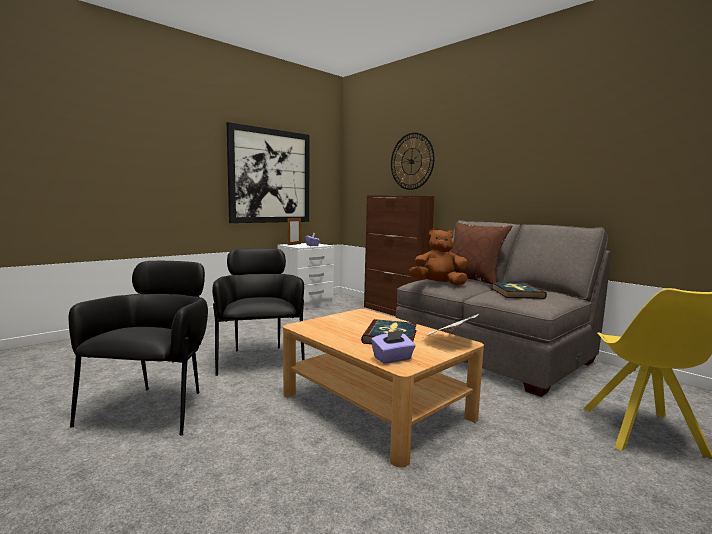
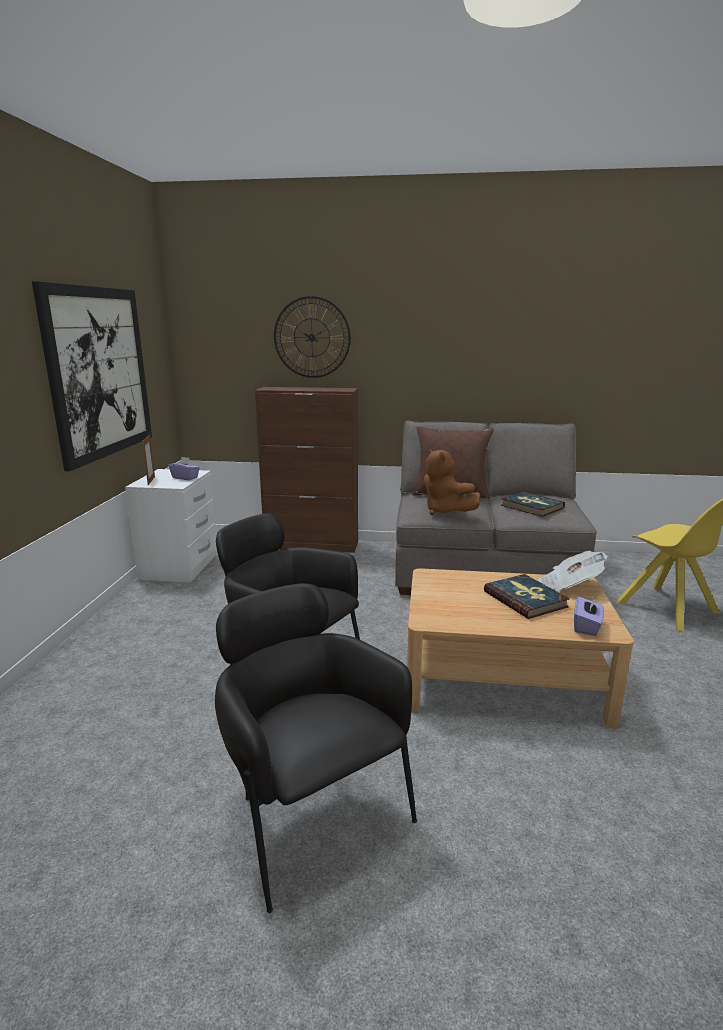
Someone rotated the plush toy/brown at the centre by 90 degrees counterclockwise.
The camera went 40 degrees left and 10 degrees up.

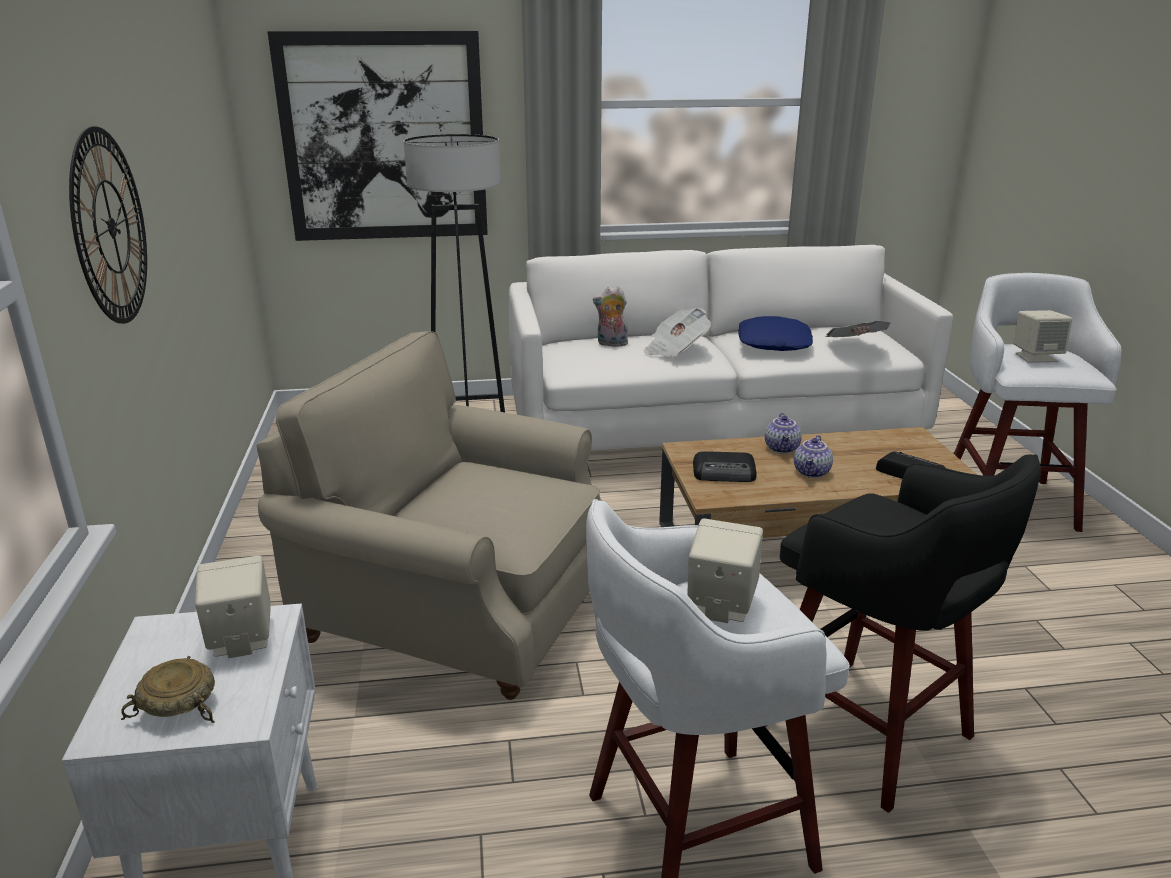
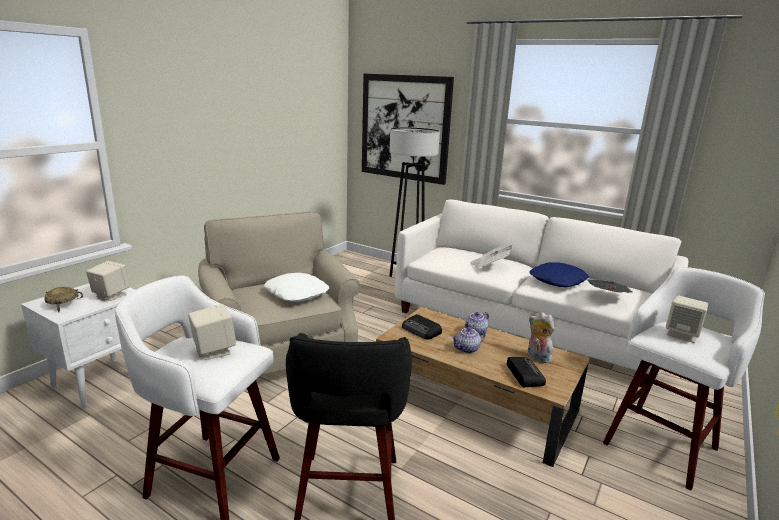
Someone put down the pillow/white at the centre.
Someone carried the plush toy from the centre to the middle right.
Someone took away the wall clock at the top left.
The camera went 40 degrees right and 5 degrees down.

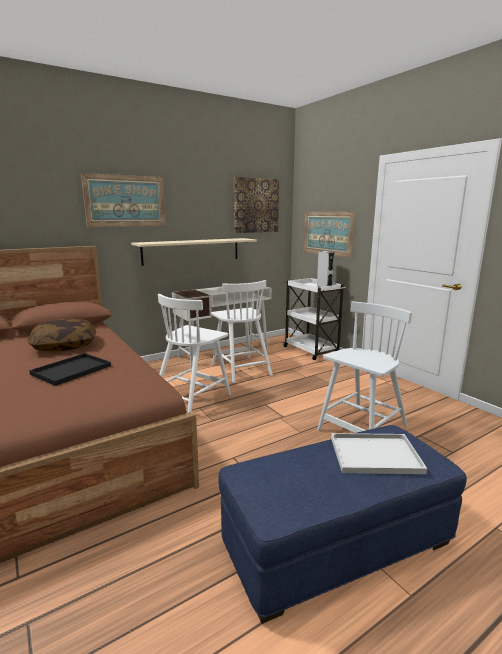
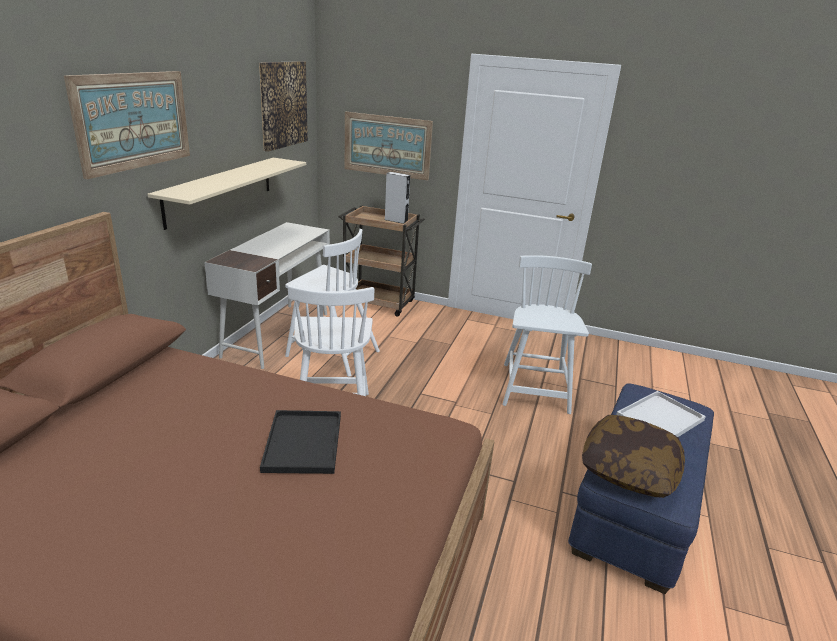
Someone repainted the cart/white at the centre, which became the cart/brown at the centre.
Someone carried the pillow from the middle left to the bottom right.
The camera went 40 degrees left and 10 degrees up.

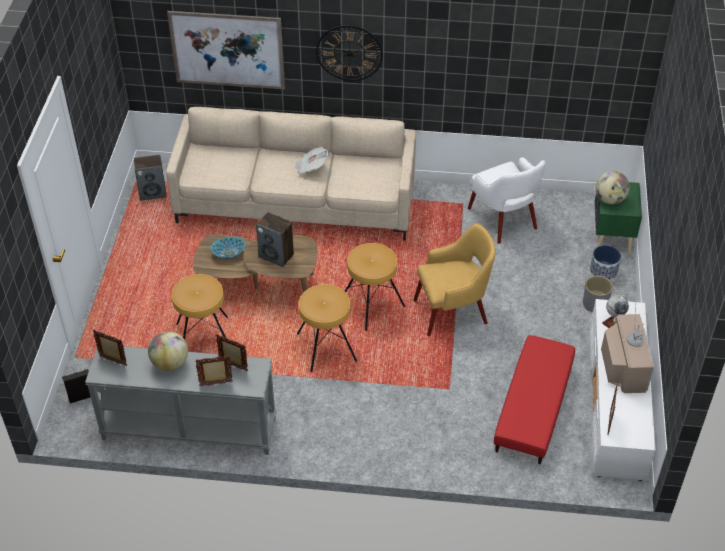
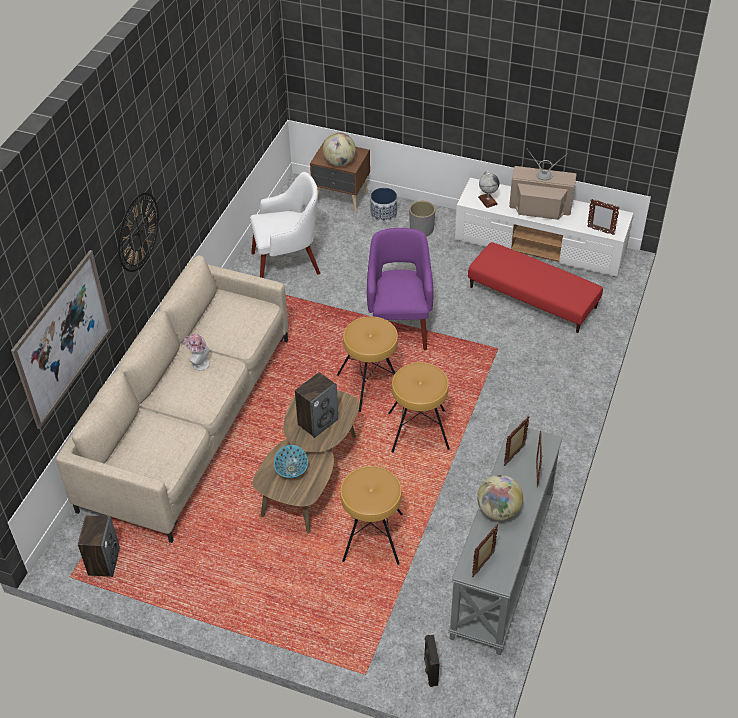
Someone swapped the newspaper at the top centre for the hat at the middle left.
Someone repainted the nightstand/green at the middle right, which became the nightstand/brown at the top centre.
Someone repainted the armchair/yellow at the centre, which became the armchair/purple at the centre.
The camera went 75 degrees left and 0 degrees up.

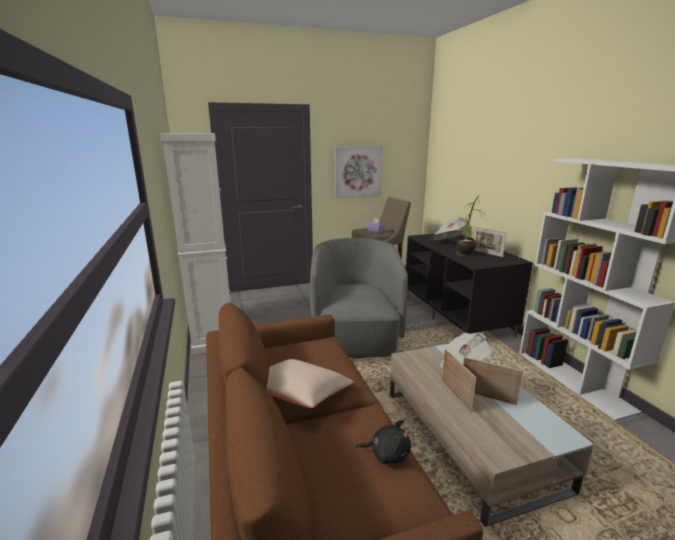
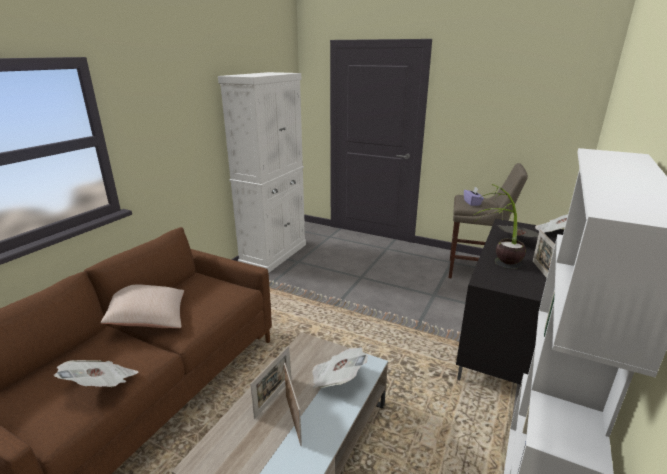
Someone swapped the plush toy/black at the bottom centre for the newspaper (no. 1 from left) at the bottom left.
Someone took away the armchair/grey at the centre.
Someone took away the picture at the top centre.
The camera went 45 degrees right and 5 degrees up.

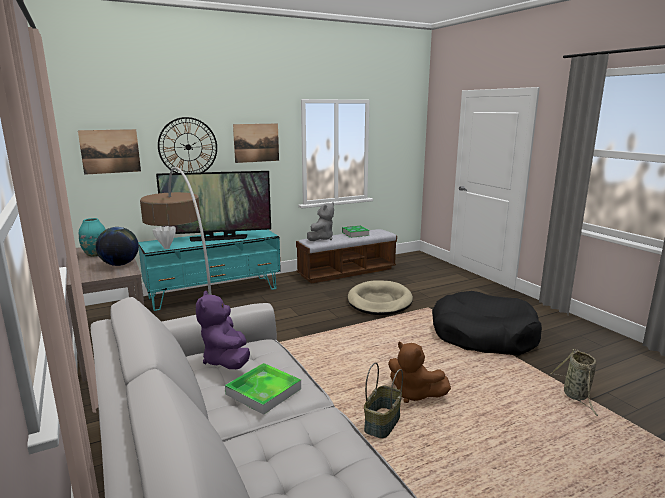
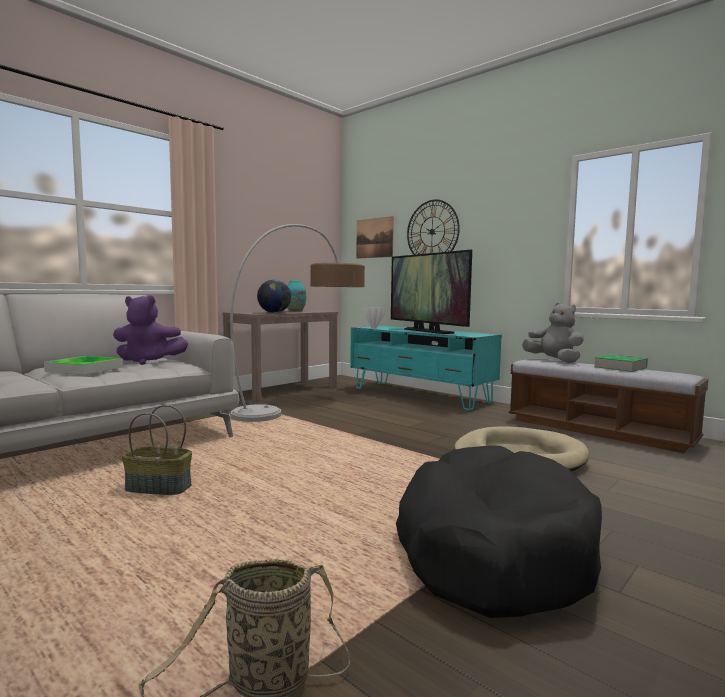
Someone rotated the plush toy/purple at the centre by 150 degrees counterclockwise.
Someone rotated the plush toy/grey at the centre by 135 degrees counterclockwise.
Someone took away the picture (no. 2 from left) at the top centre.
Someone took away the plush toy/brown at the bottom centre.
The camera went 70 degrees right and 10 degrees down.

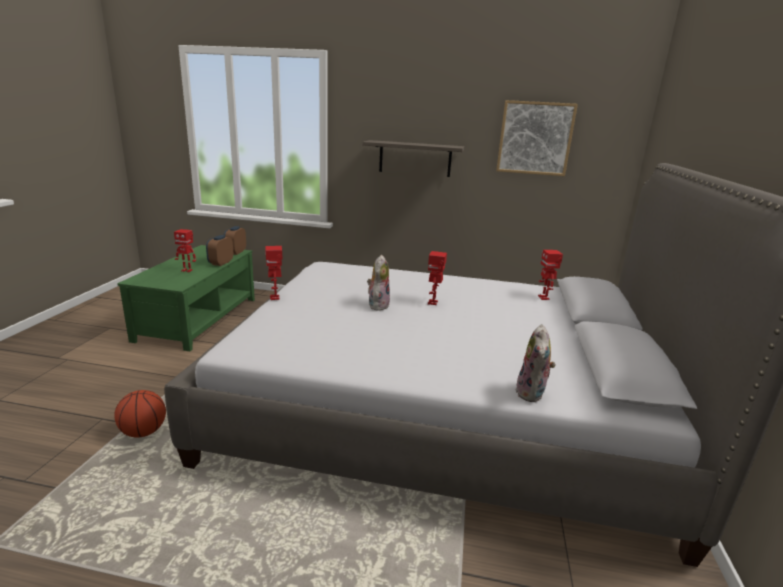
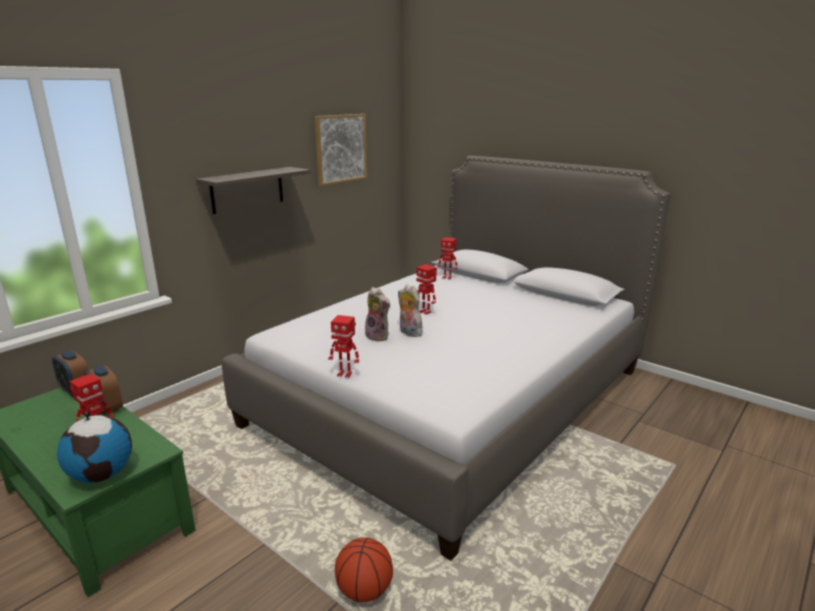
Someone put down the globe at the bottom left.
Someone carried the plush toy (no. 2 from left in the first image) from the middle right to the centre.
The camera went 60 degrees left and 0 degrees up.

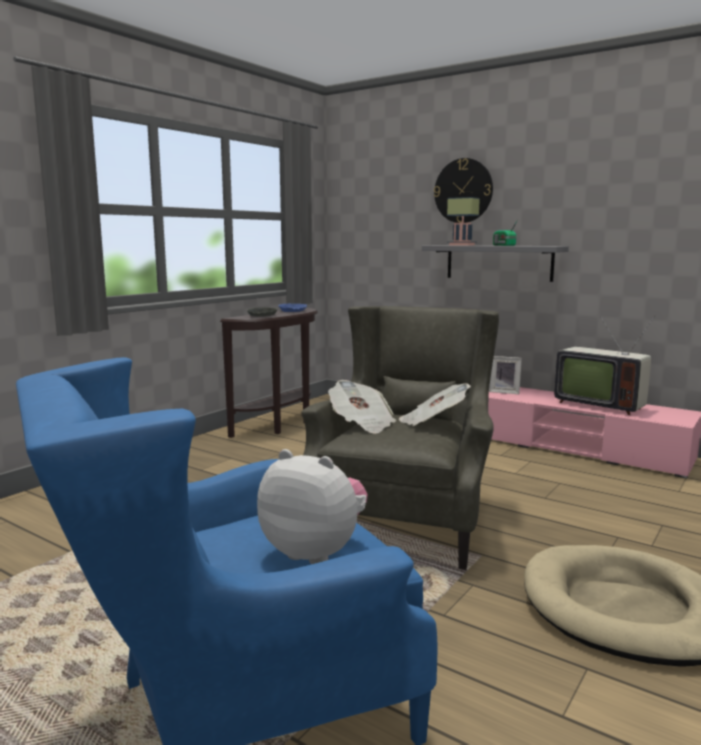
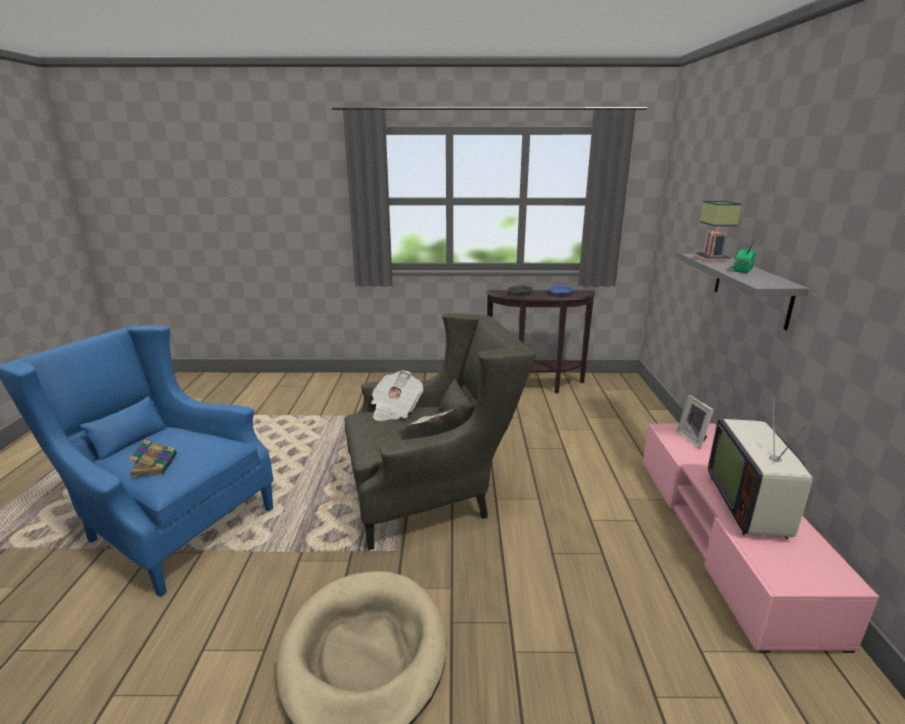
Someone swapped the plush toy at the bottom centre for the book at the middle left.
Someone took away the wall clock at the top centre.
The camera went 55 degrees right and 10 degrees up.

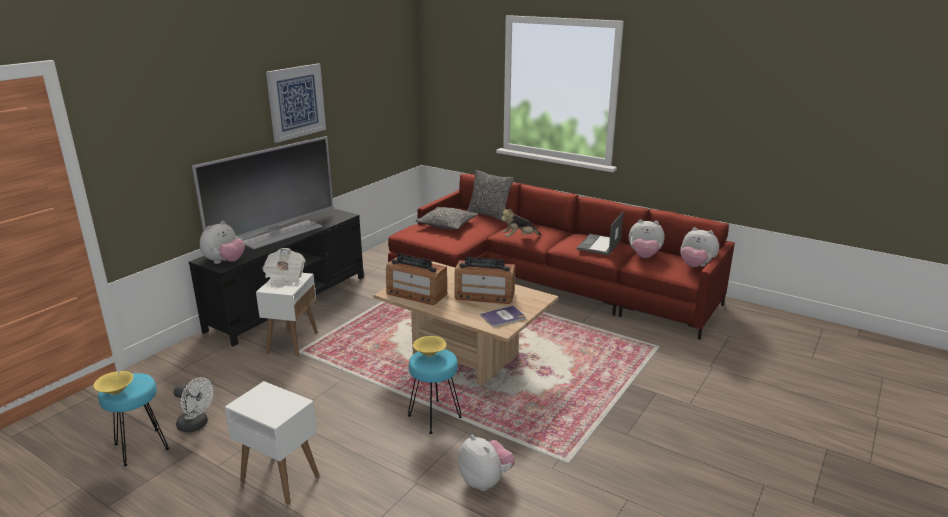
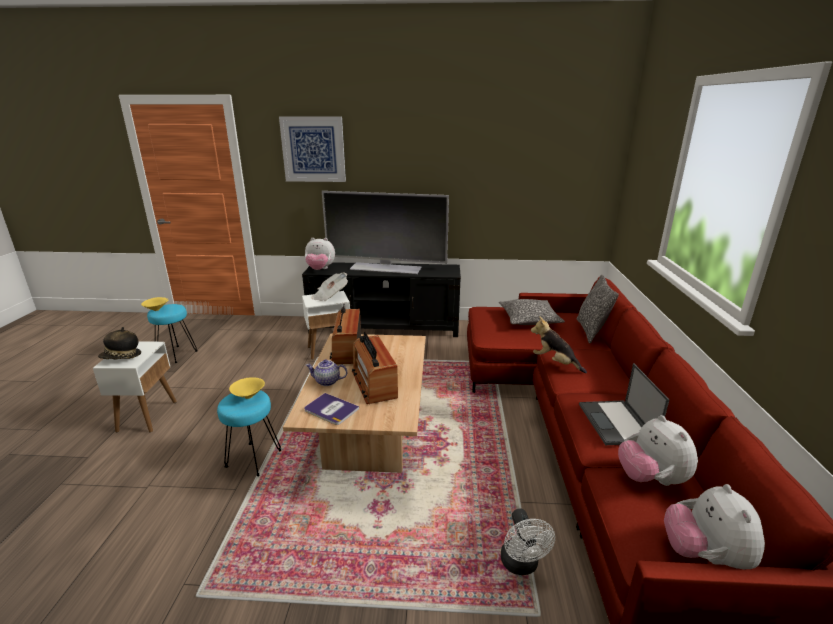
Someone put down the hat at the middle left.
Someone carried the picture from the top left to the top centre.
Someone put down the teapot at the centre.
Someone carried the fan/white from the bottom left to the bottom centre.
Someone rotated the laptop at the centre by 90 degrees counterclockwise.
Someone took away the plush toy (no. 2 from left) at the bottom centre.
The camera went 60 degrees right and 0 degrees up.

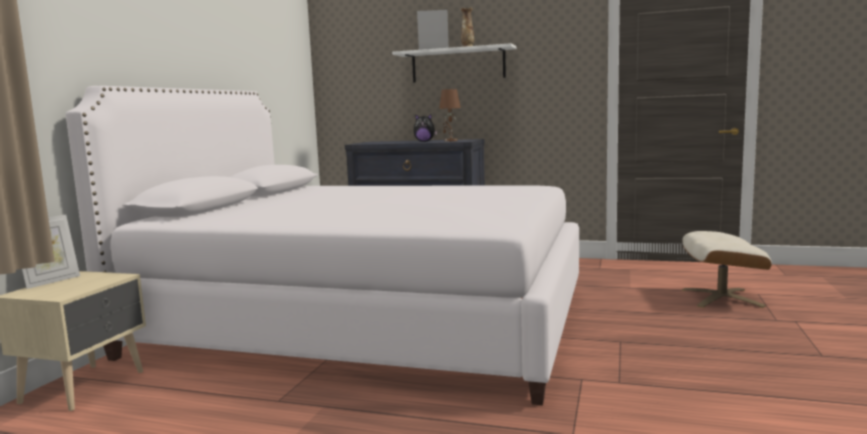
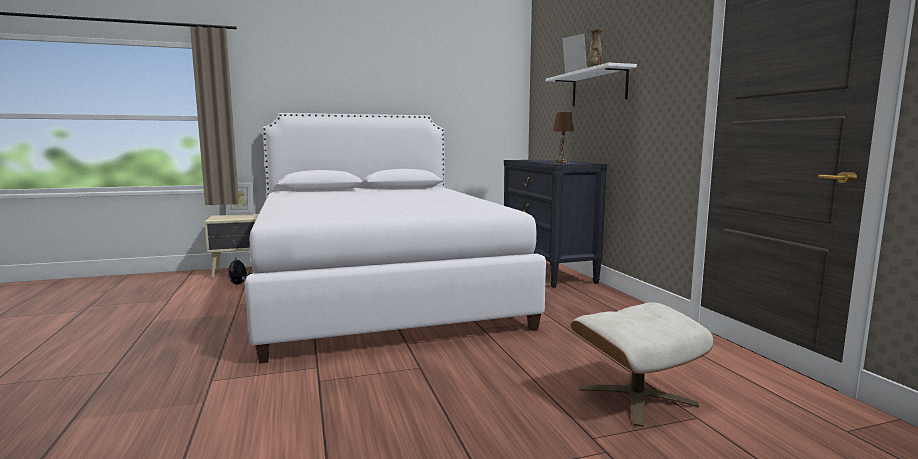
Someone carried the plush toy from the top centre to the middle left.
The camera went 55 degrees right and 0 degrees up.

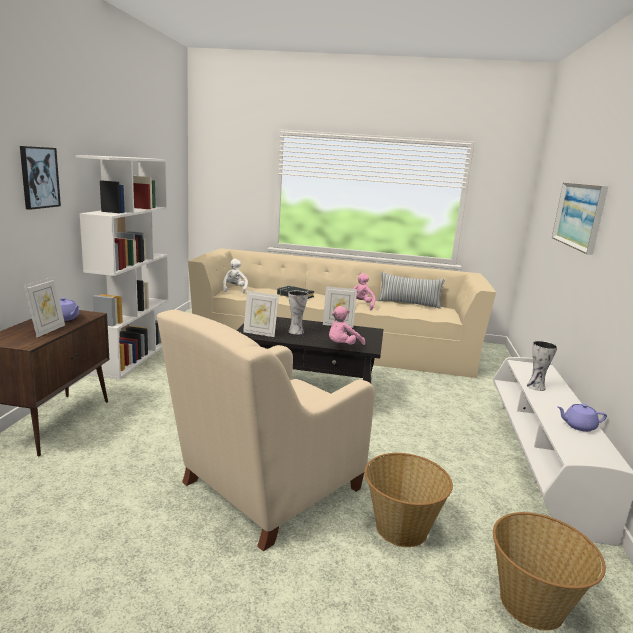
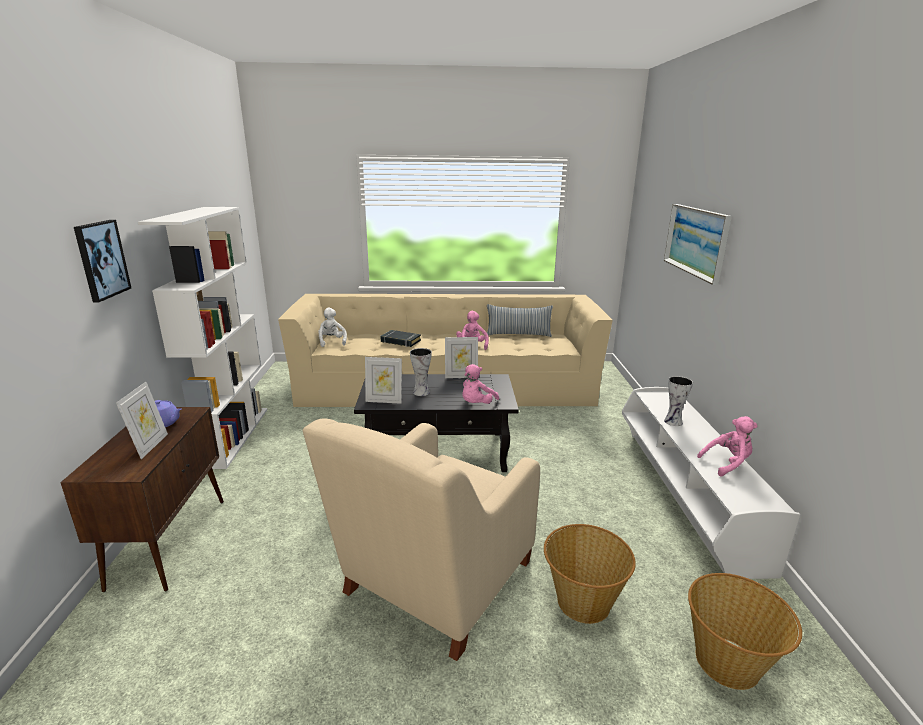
Someone swapped the teapot/purple (no. 2 from left) at the middle right for the plush toy/pink (no. 3 from left) at the middle right.
The camera went 10 degrees left and 5 degrees up.

